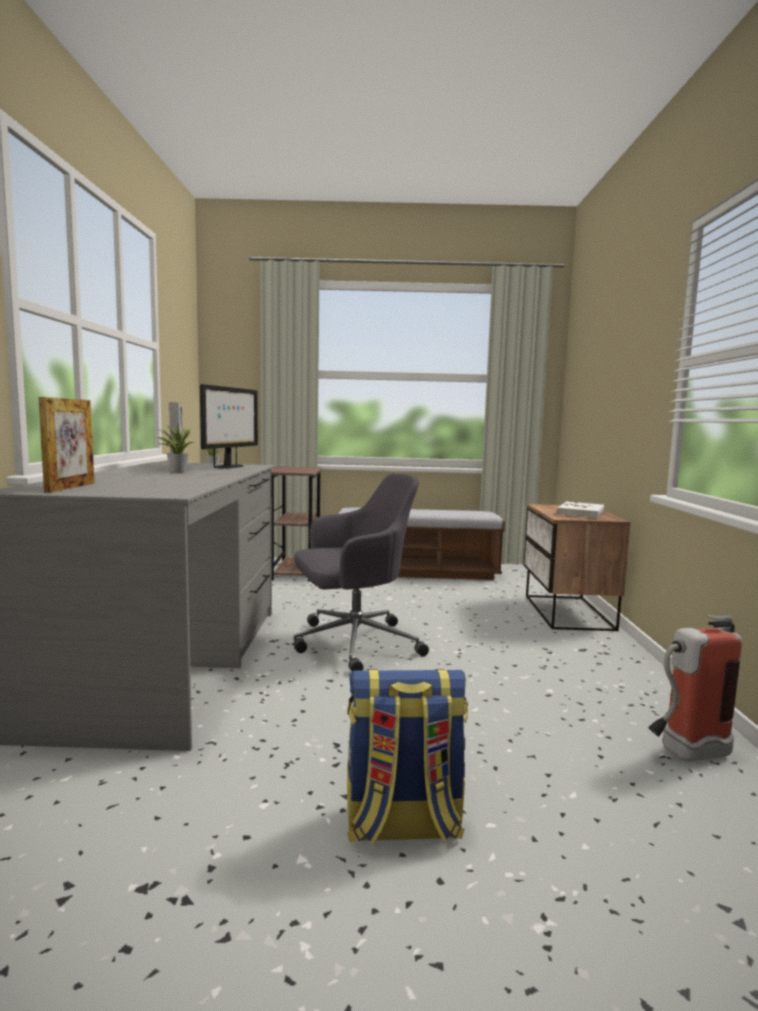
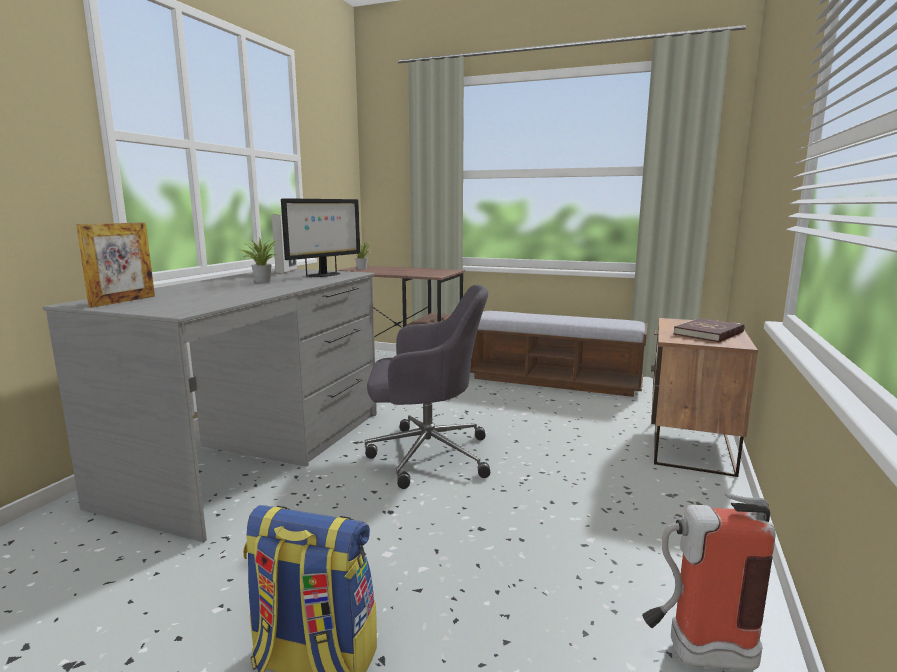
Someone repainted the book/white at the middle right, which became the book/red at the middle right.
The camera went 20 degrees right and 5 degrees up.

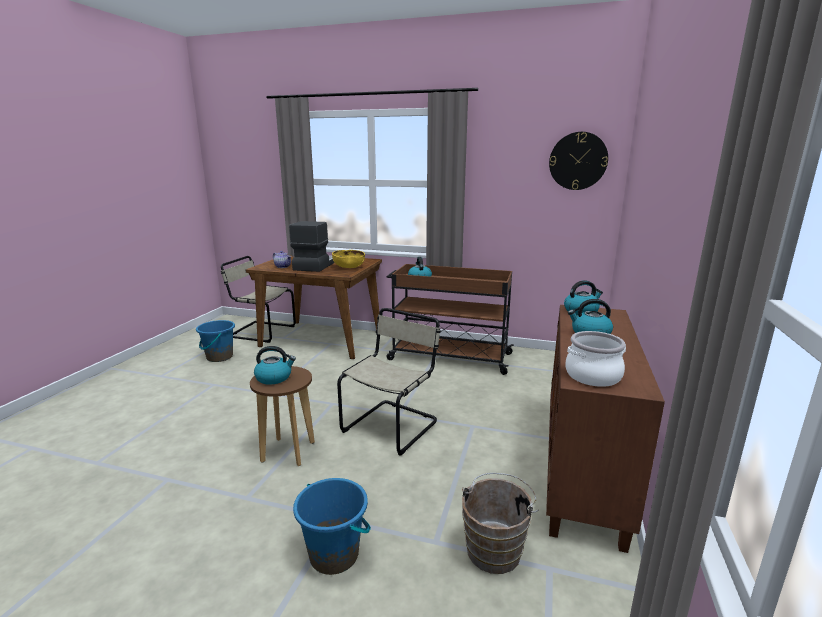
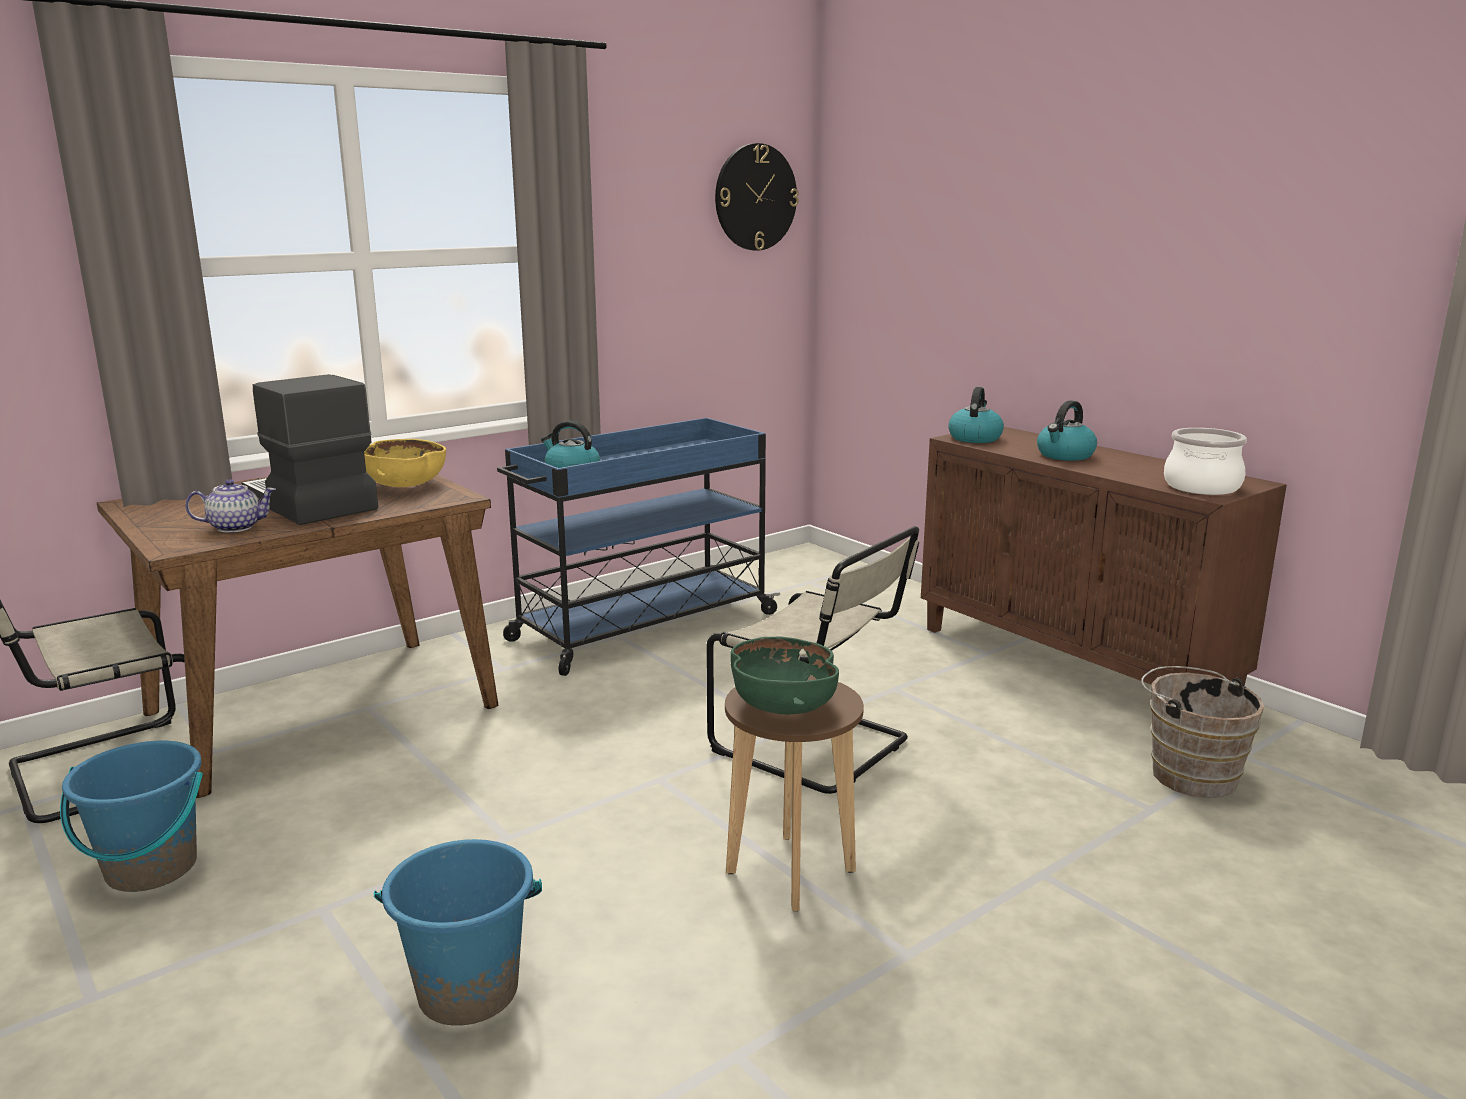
Someone carried the bucket/blue (no. 2 from left) from the bottom centre to the bottom left.
Someone repainted the cart/brown at the centre, which became the cart/blue at the centre.
Someone rotated the chair/beige (no. 2 from left) at the centre by 150 degrees clockwise.
Someone swapped the kettle (no. 1 from left) at the centre for the bowl/green at the centre.
The camera went 55 degrees left and 0 degrees up.

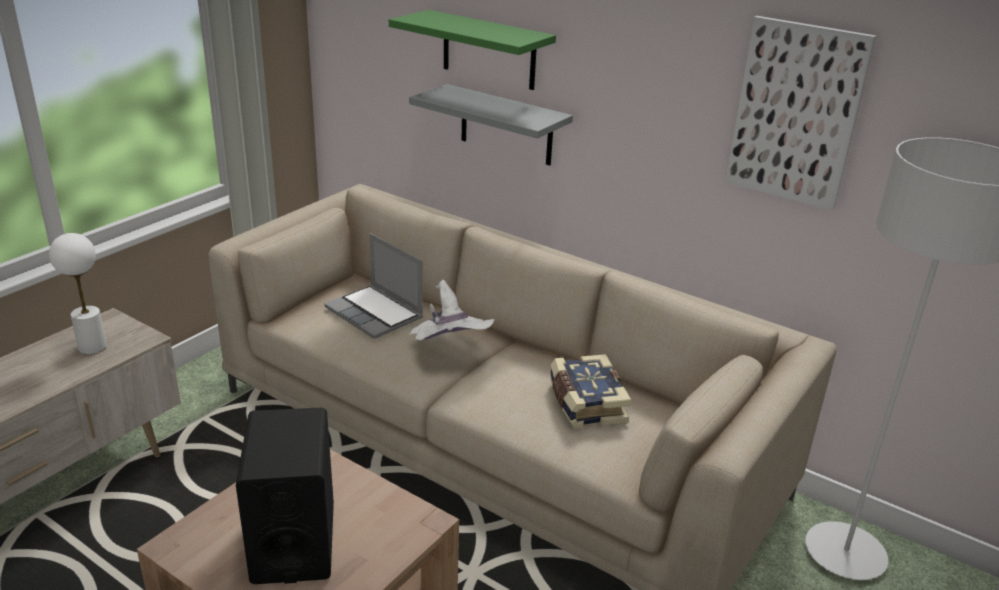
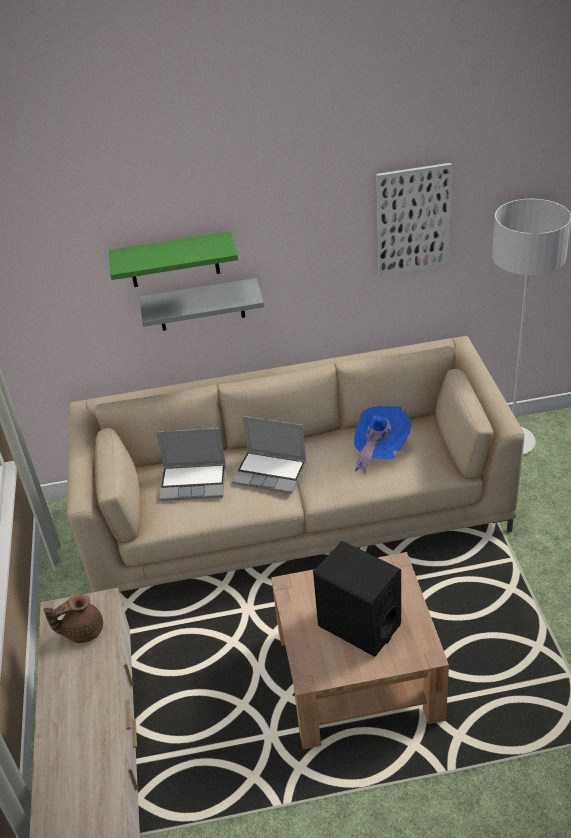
Someone swapped the table lamp/white at the middle left for the teapot/brown at the bottom left.
Someone swapped the hat/white at the centre for the laptop (no. 2 from left) at the centre.
Someone swapped the book at the centre for the hat/blue at the middle right.
The camera went 40 degrees left and 10 degrees up.

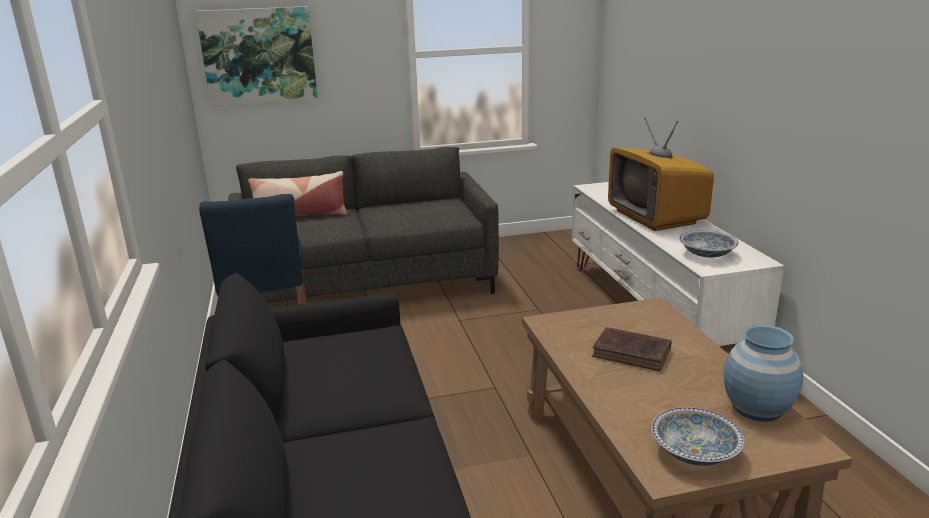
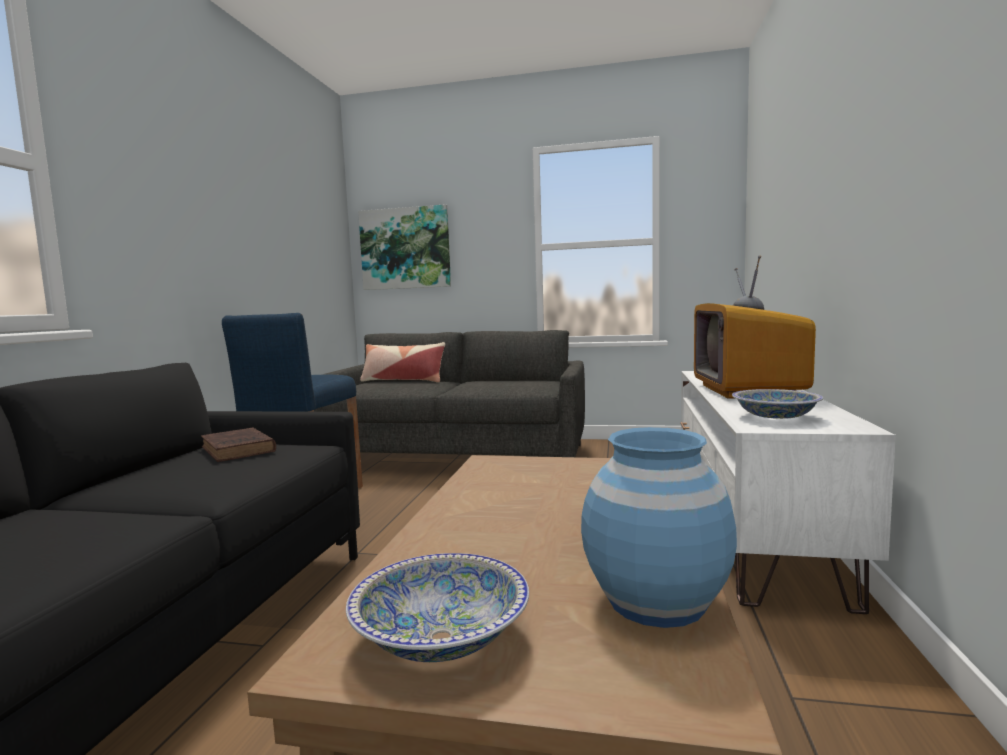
Someone carried the book/brown from the bottom right to the middle left.
The camera went 25 degrees right and 15 degrees down.

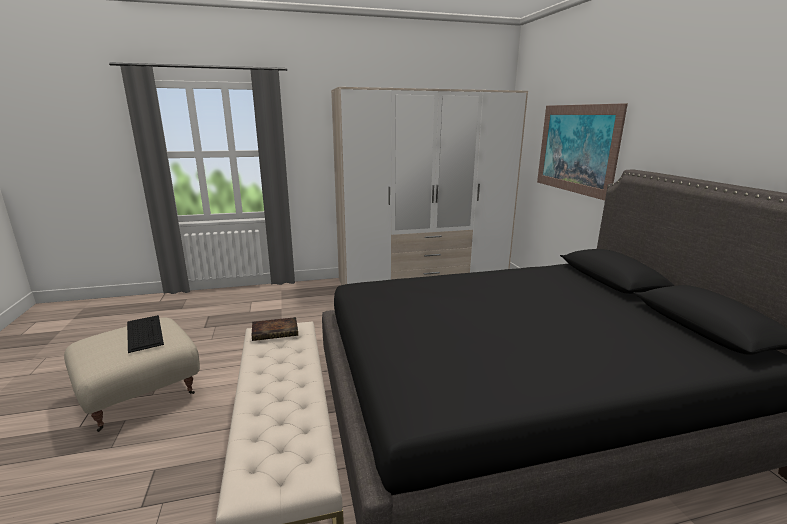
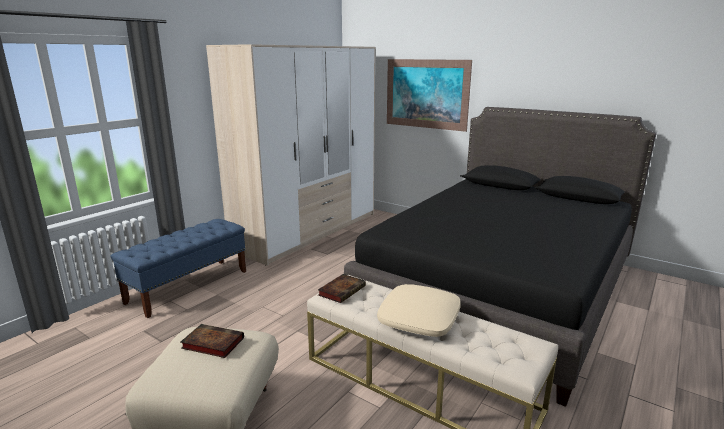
Someone put down the bench/blue at the middle left.
Someone swapped the keyboard at the middle left for the book (no. 1 from left) at the bottom left.
Someone put down the pillow/beige at the bottom centre.
The camera went 40 degrees left and 0 degrees up.

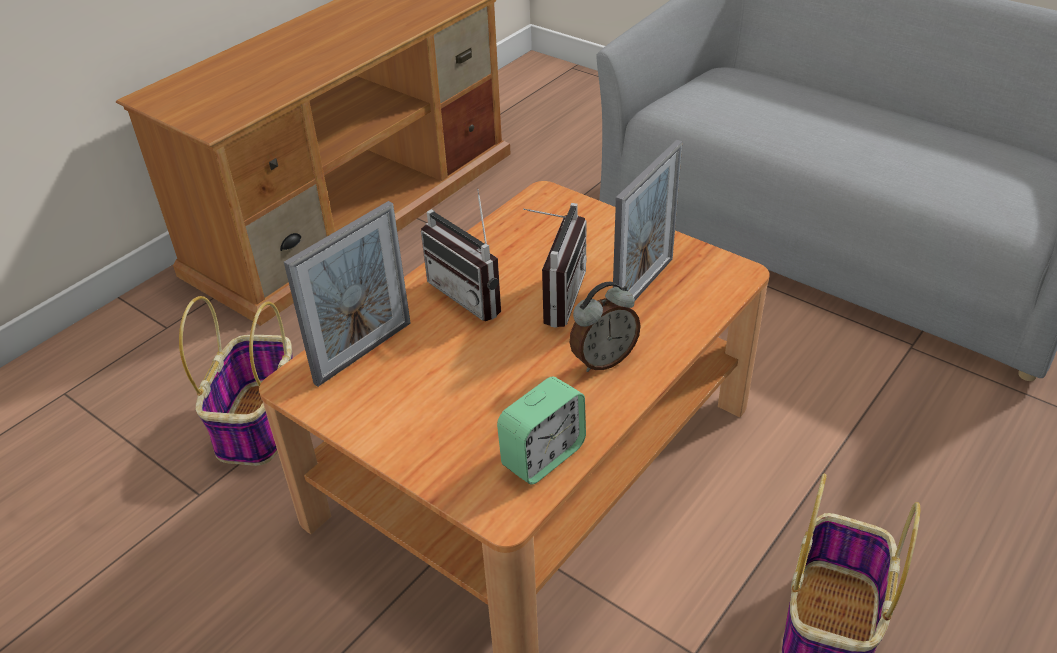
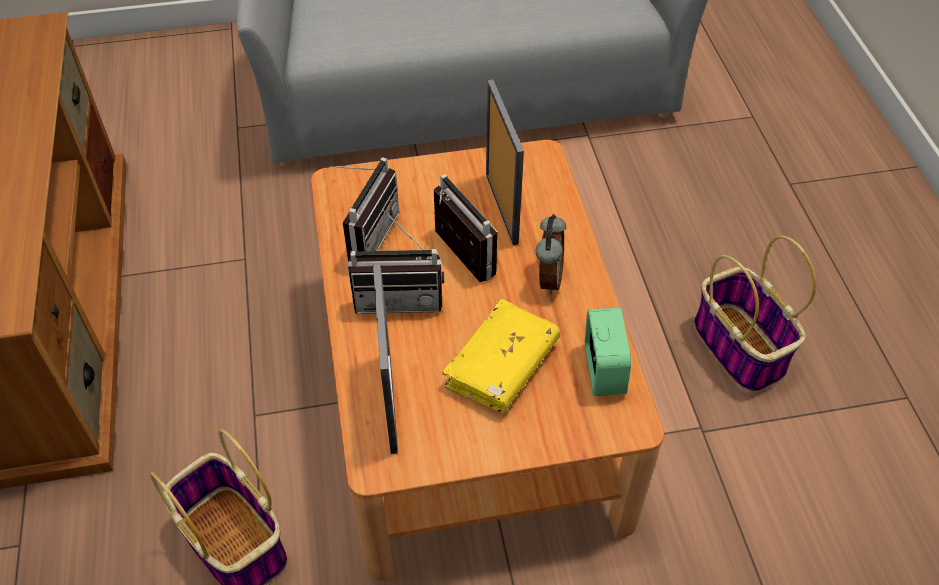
Someone put down the radio (no. 1 from left) at the centre.
Someone put down the book/yellow at the centre.
The camera went 50 degrees left and 10 degrees up.

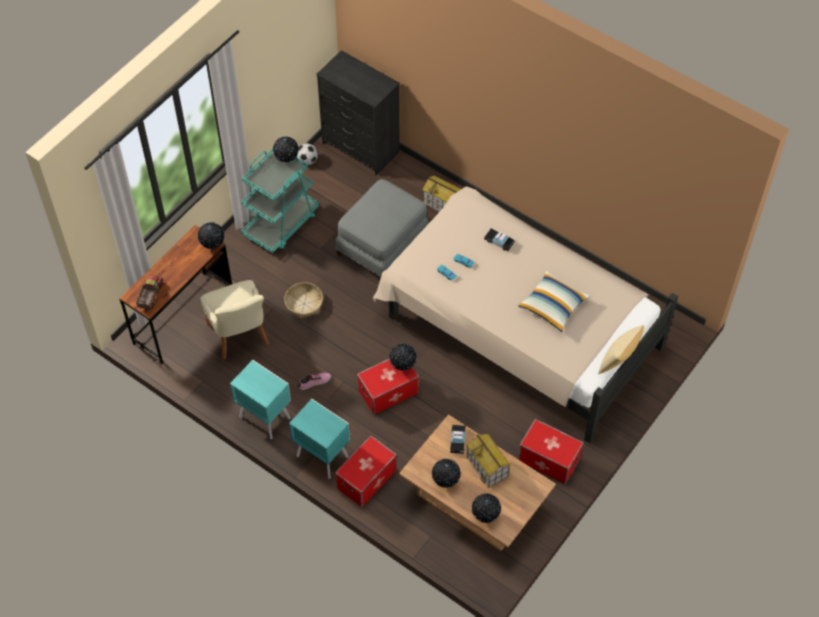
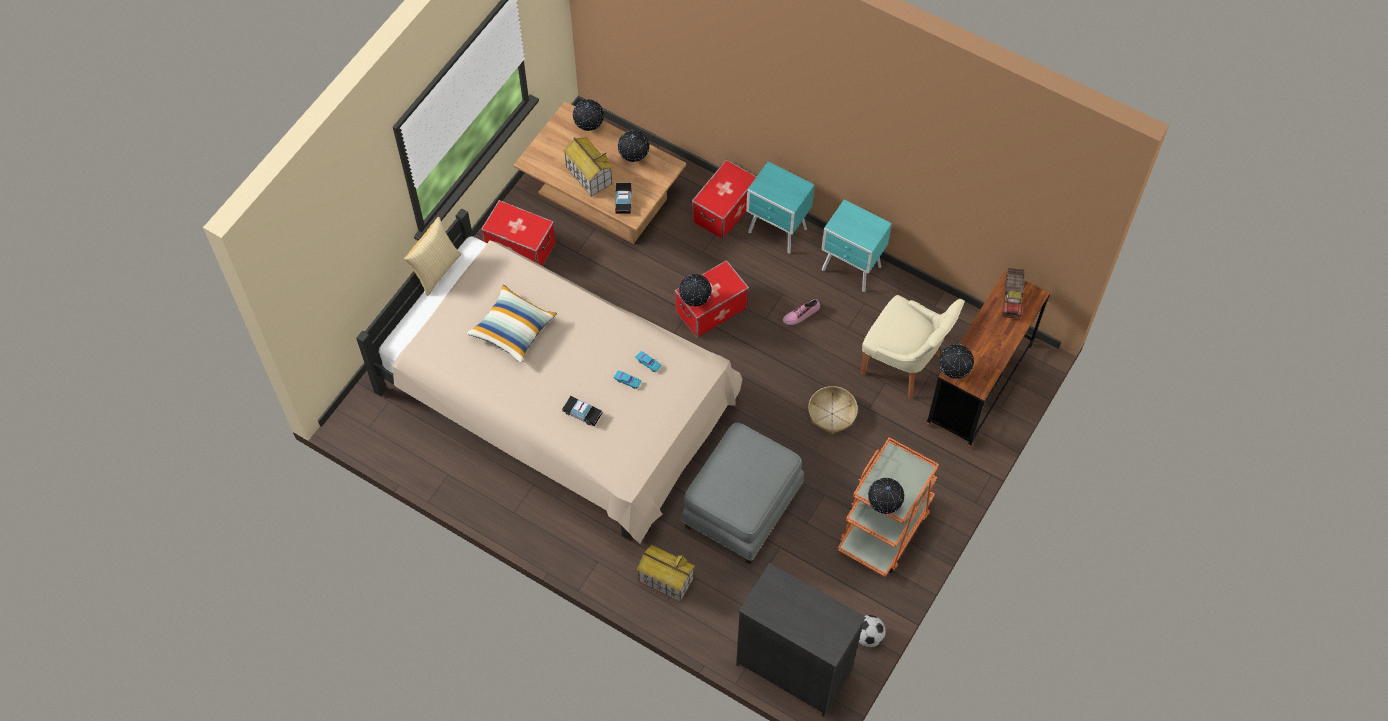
Someone repainted the cart/turquoise at the top centre, which became the cart/orange at the bottom centre.
Someone rotated the chair/beige at the middle left by 150 degrees clockwise.
The camera went 175 degrees right and 5 degrees up.

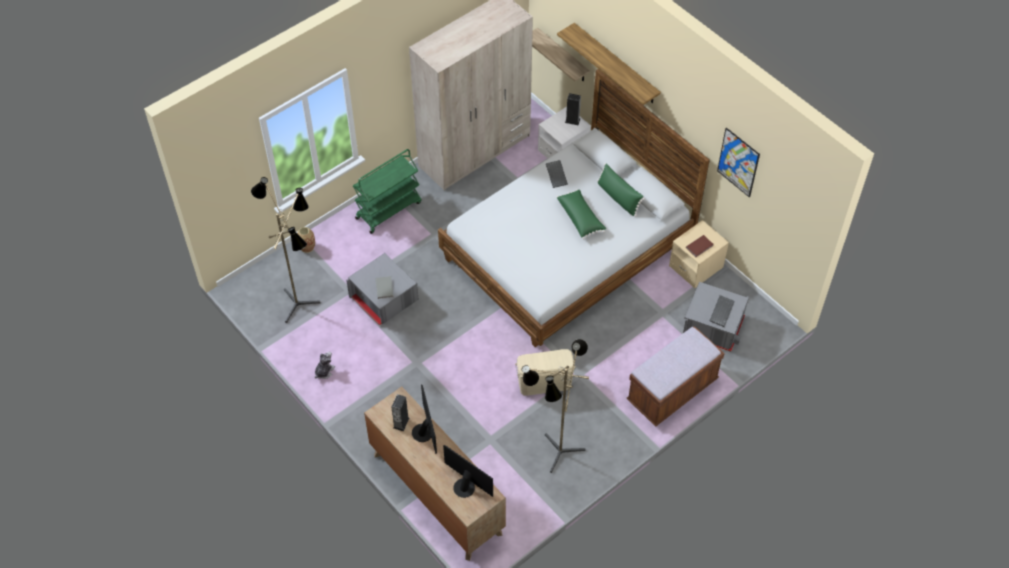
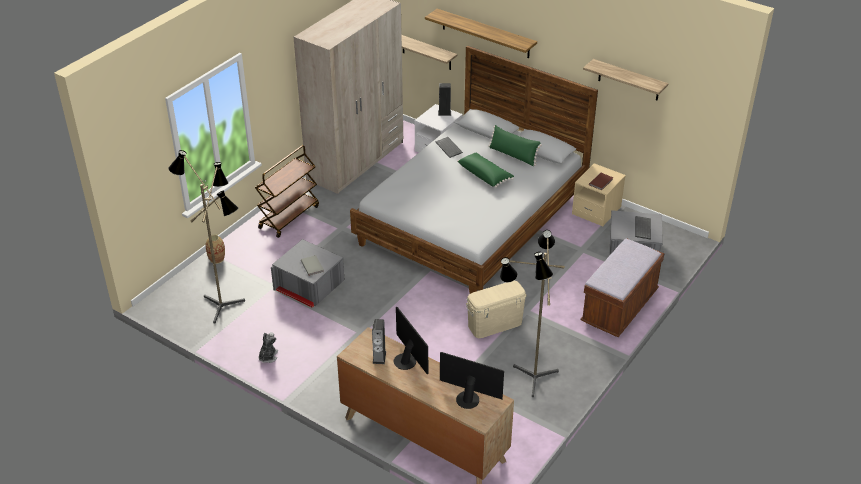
Someone repainted the cart/green at the centre, which became the cart/brown at the centre.
Someone swapped the picture at the top right for the shelf (no. 3 from left) at the top right.
The camera went 15 degrees left and 15 degrees down.

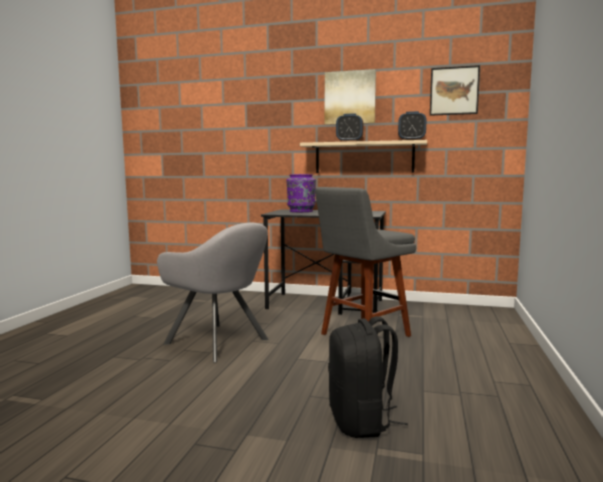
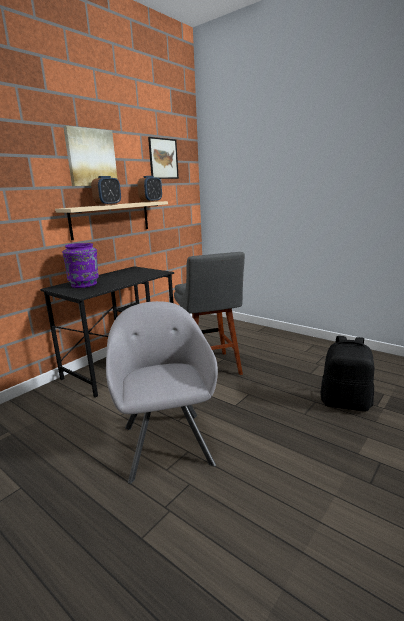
Someone rotated the armchair/grey at the centre by 75 degrees counterclockwise.
The camera went 65 degrees left and 10 degrees up.

